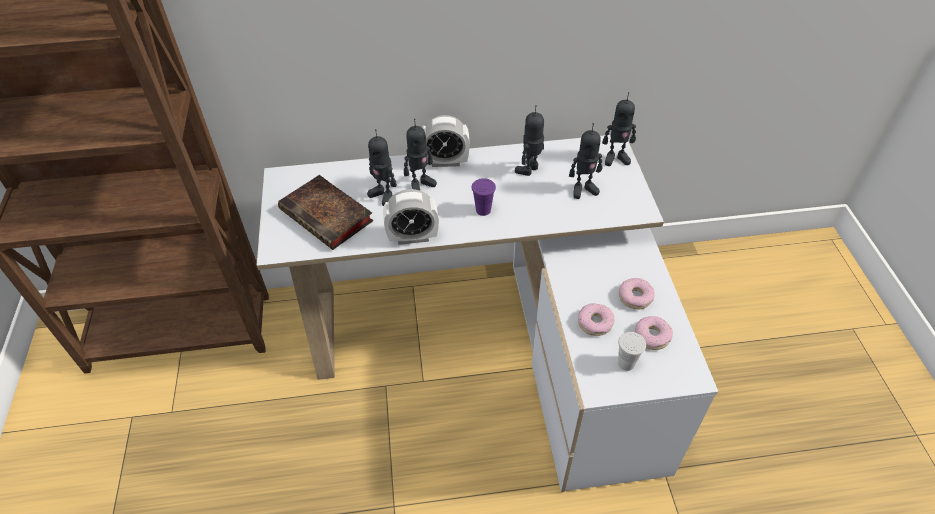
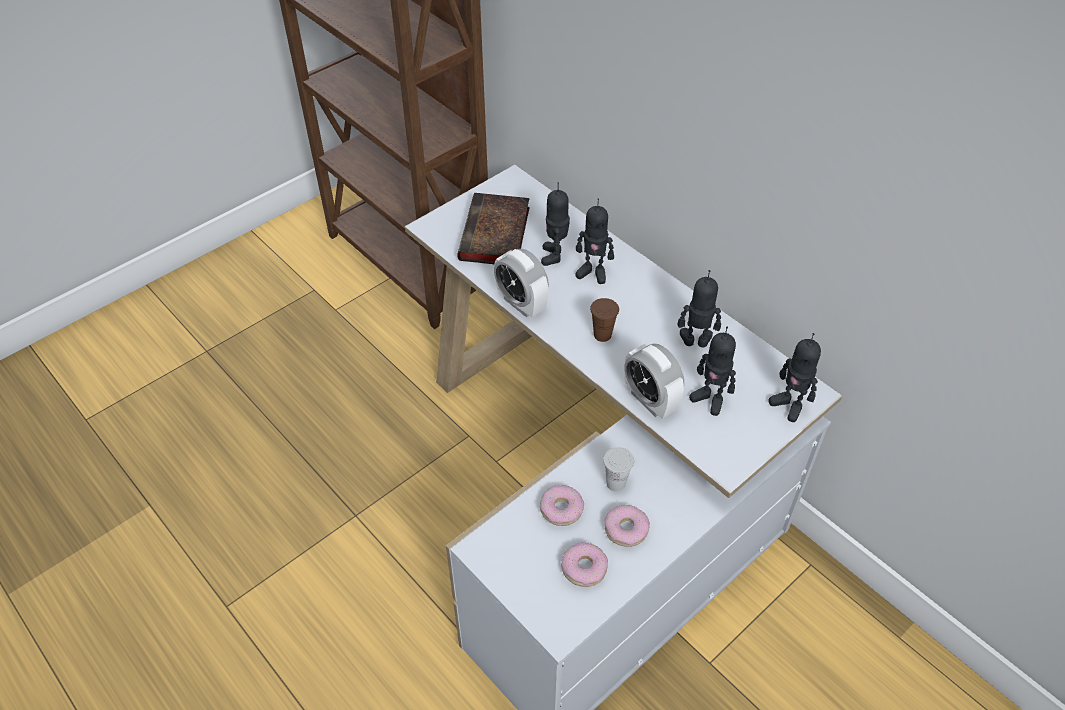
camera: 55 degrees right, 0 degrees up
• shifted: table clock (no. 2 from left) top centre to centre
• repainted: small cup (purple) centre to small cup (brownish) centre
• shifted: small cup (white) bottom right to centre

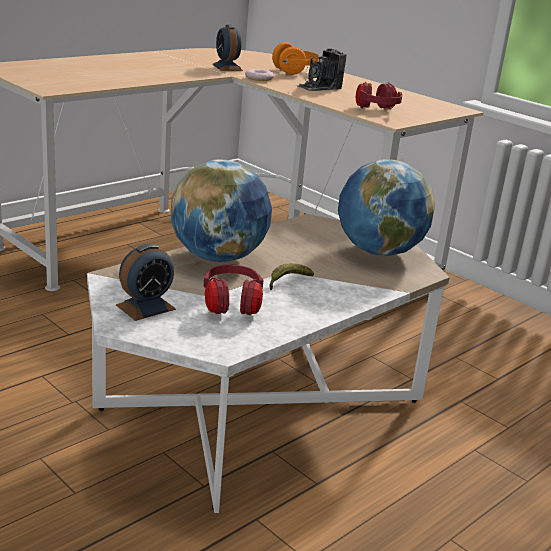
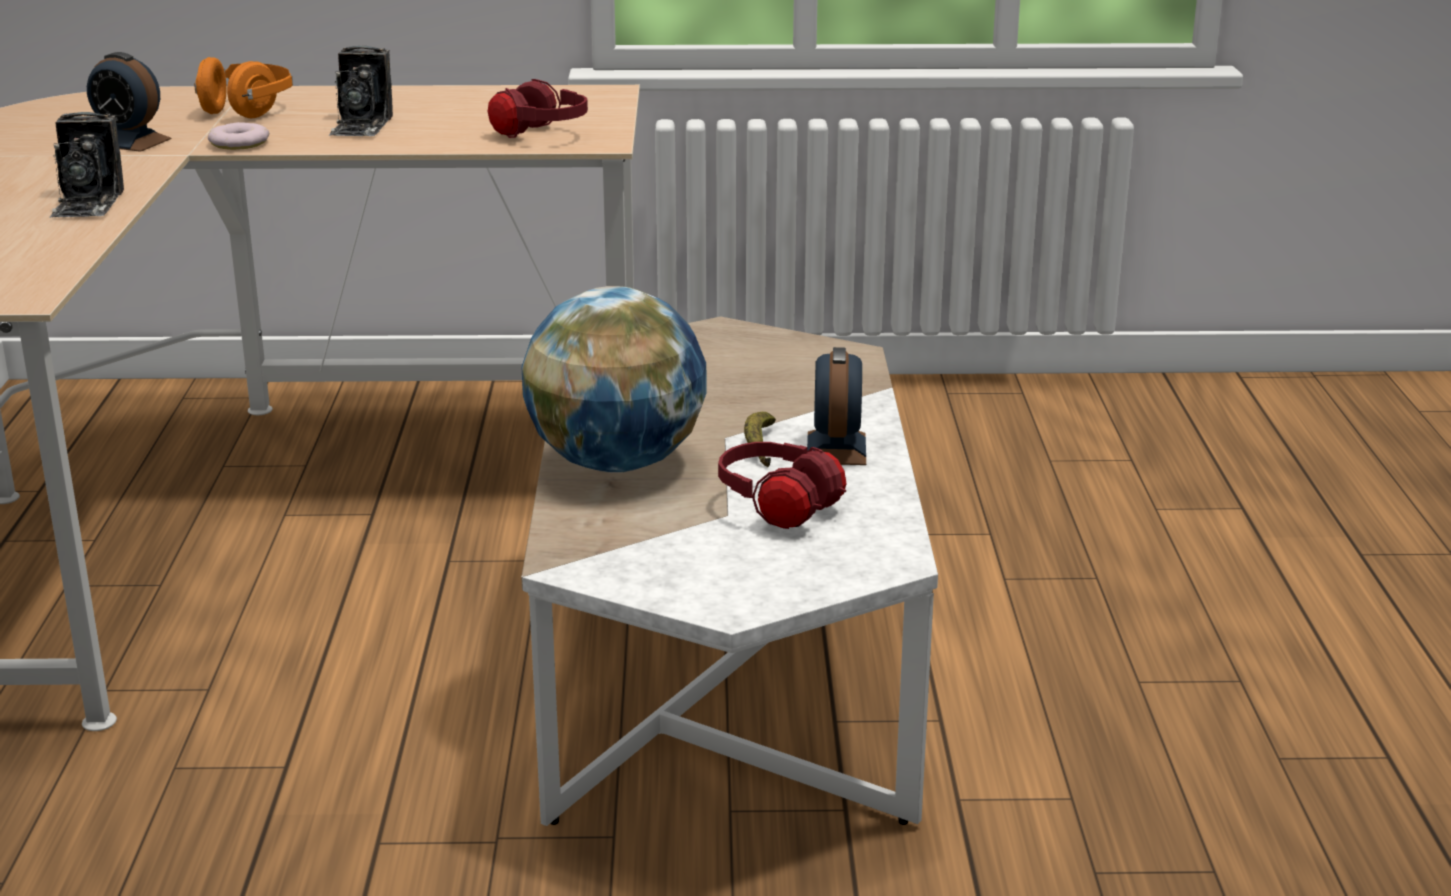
camera: 45 degrees left, 0 degrees up
• gone: globe (no. 2 from left) middle right
• shifted: table clock (no. 1 from left in the first image) middle left to table clock (no. 2 from left) centre
• new: photo camera (no. 1 from left) top left

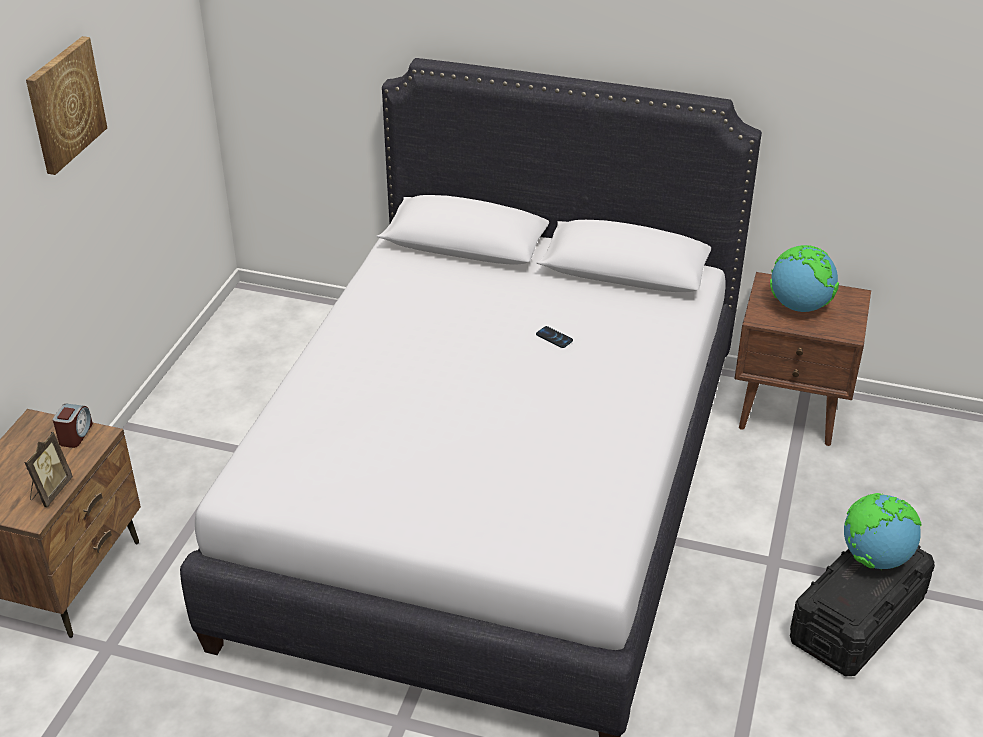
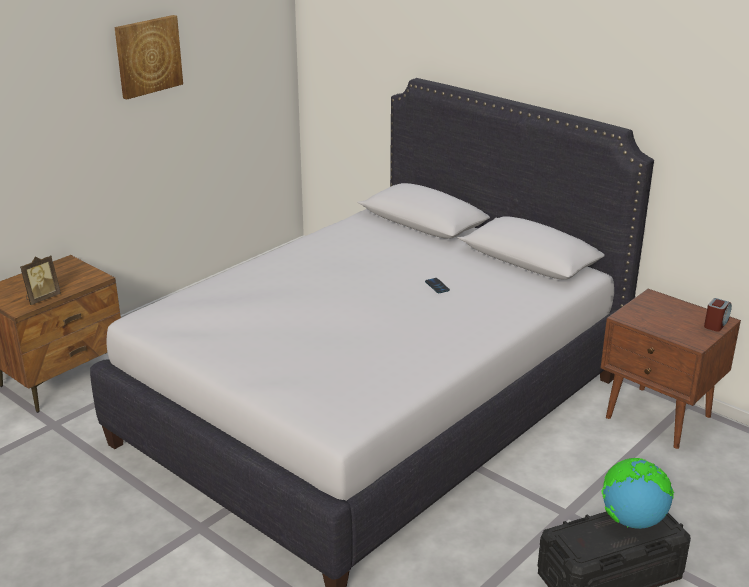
camera: 25 degrees right, 10 degrees down
• gone: globe (no. 1 from left) middle right
• shifted: table clock middle left to middle right

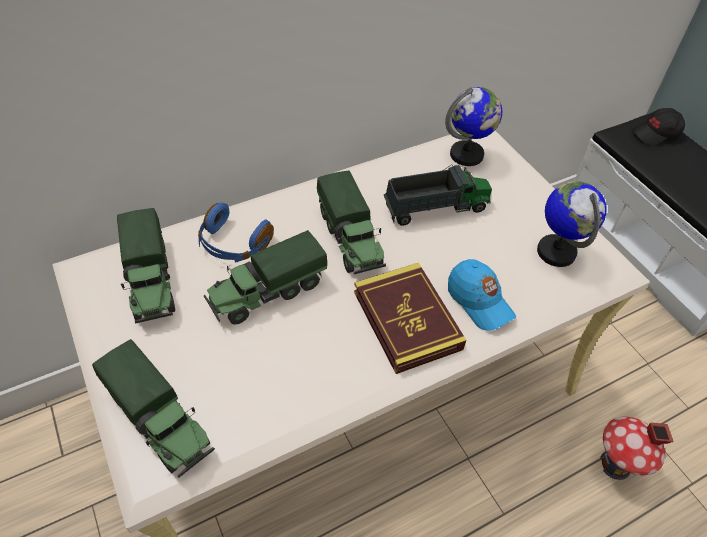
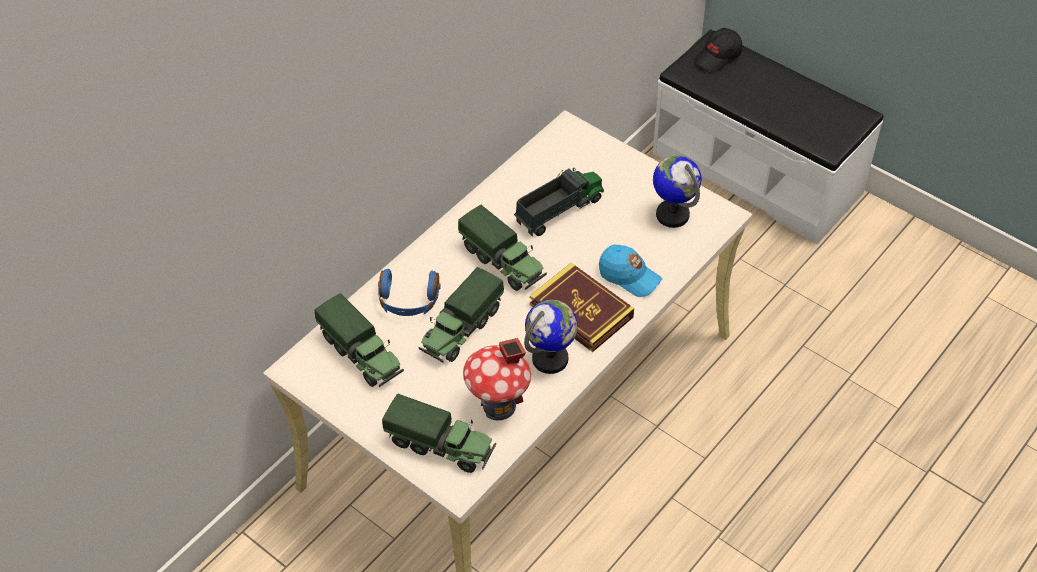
camera: 20 degrees left, 0 degrees up
• shifted: globe (no. 1 from left) top right to centre
• shifted: model house bottom right to centre

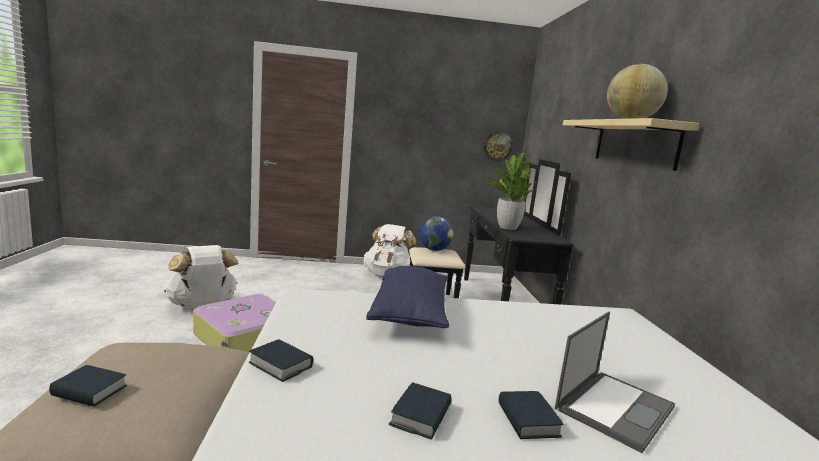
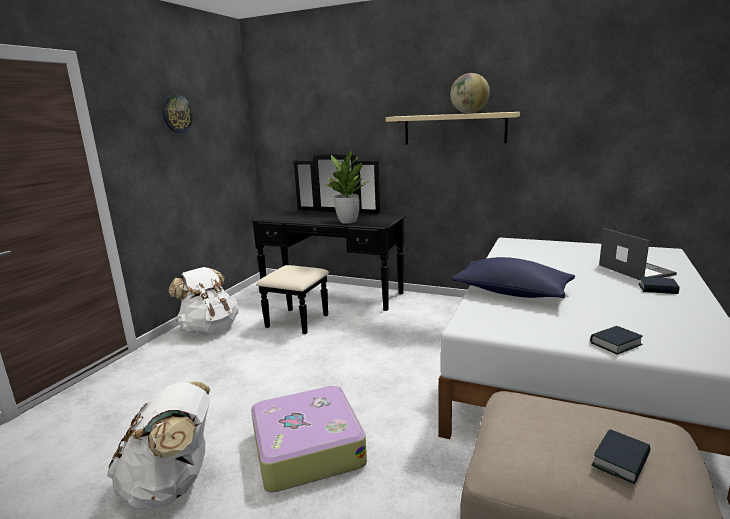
camera: 60 degrees left, 5 degrees up
• shifted: clock on the wall top centre to top left
• gone: globe (no. 1 from left) centre
• gone: bound book (no. 3 from left) bottom centre

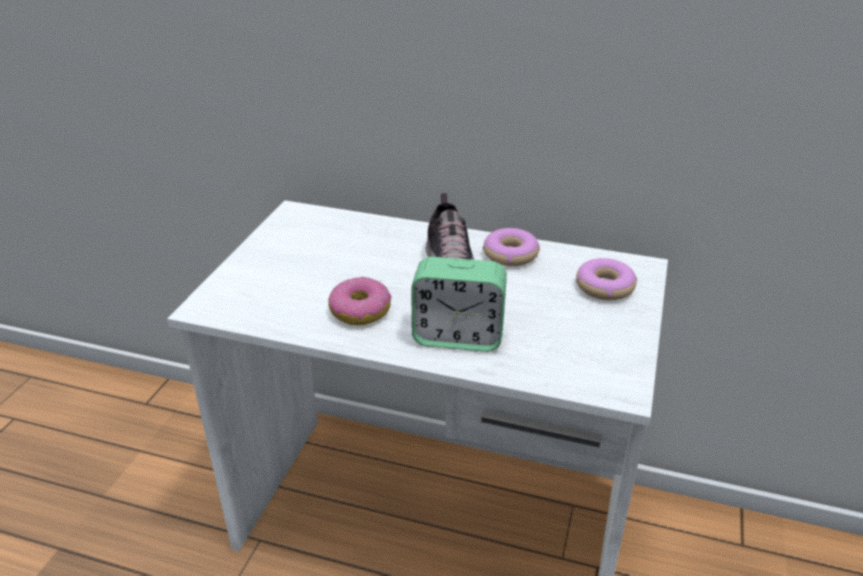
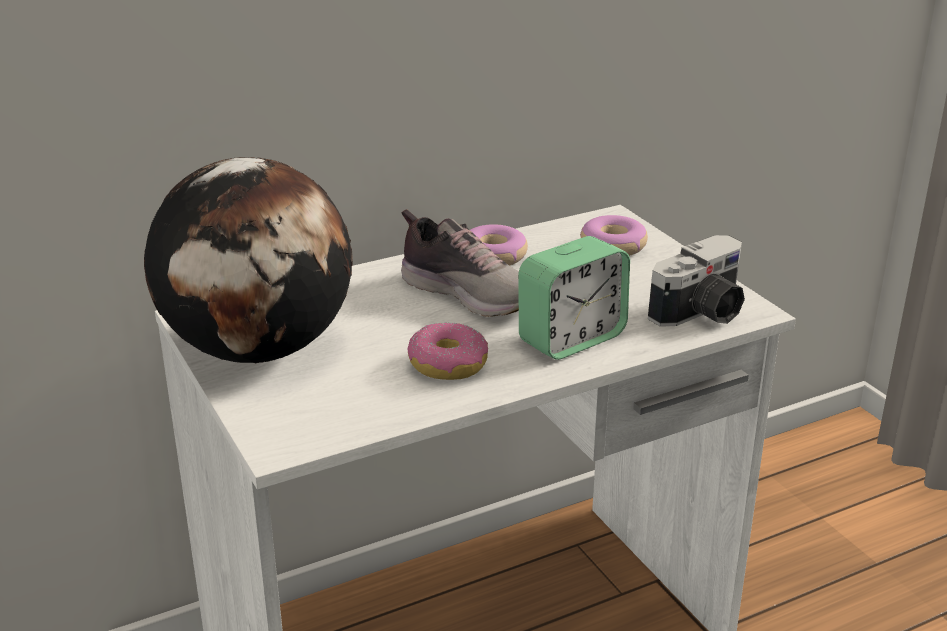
camera: 45 degrees left, 5 degrees down
• new: globe middle left
• new: photo camera middle right

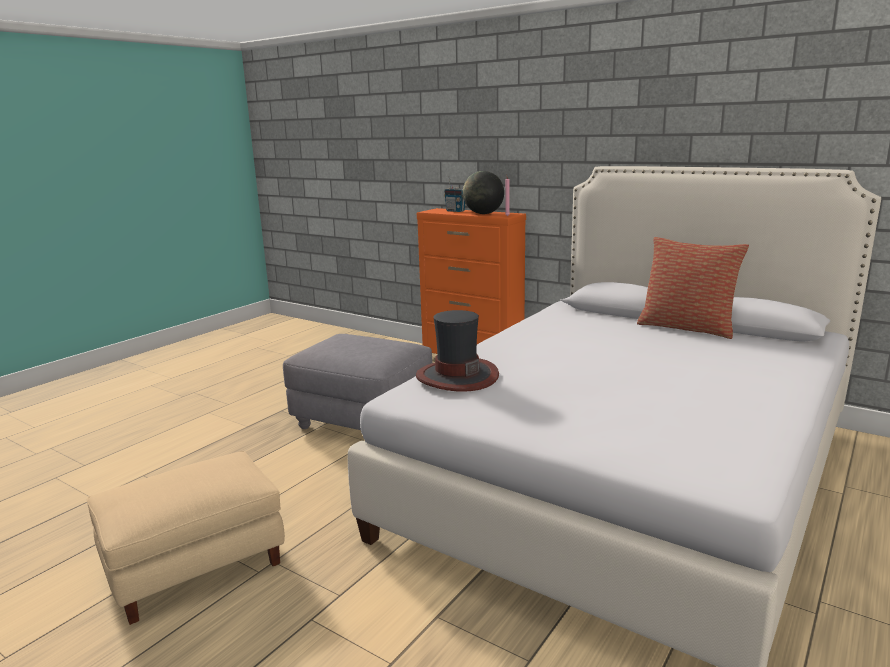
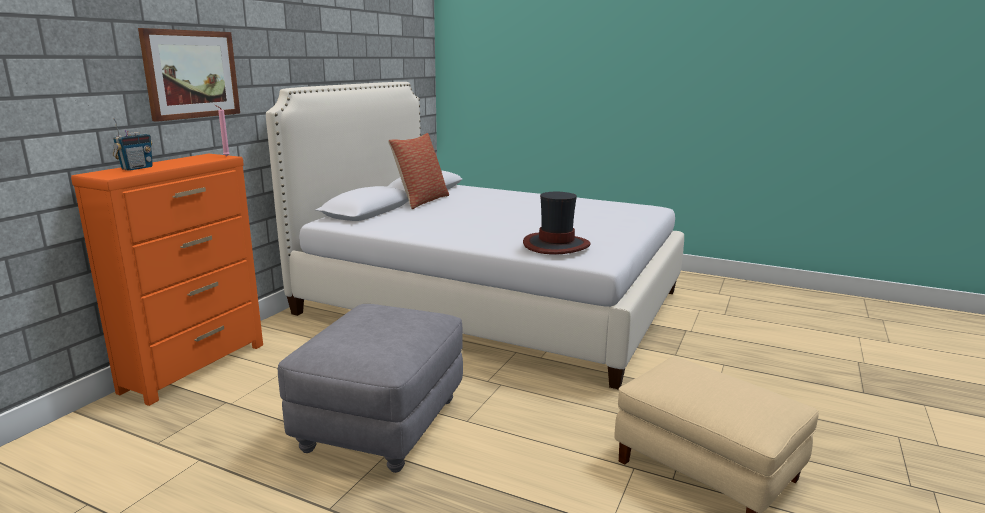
camera: 100 degrees left, 0 degrees up
• gone: globe top centre
• new: wall art top left

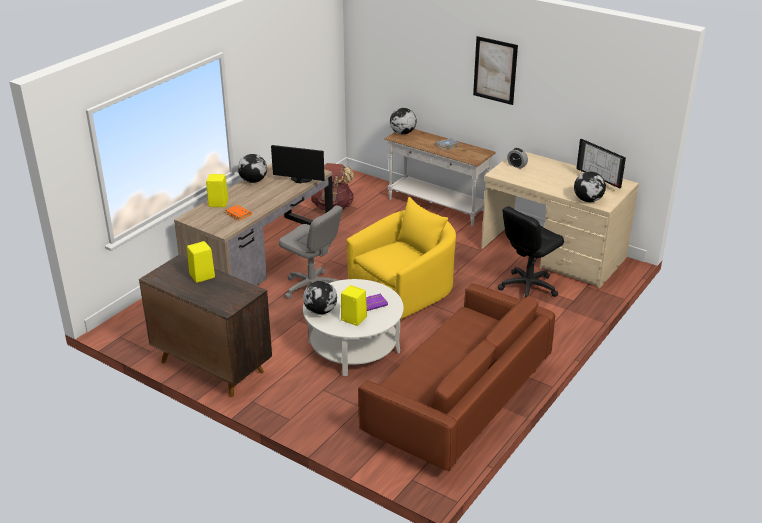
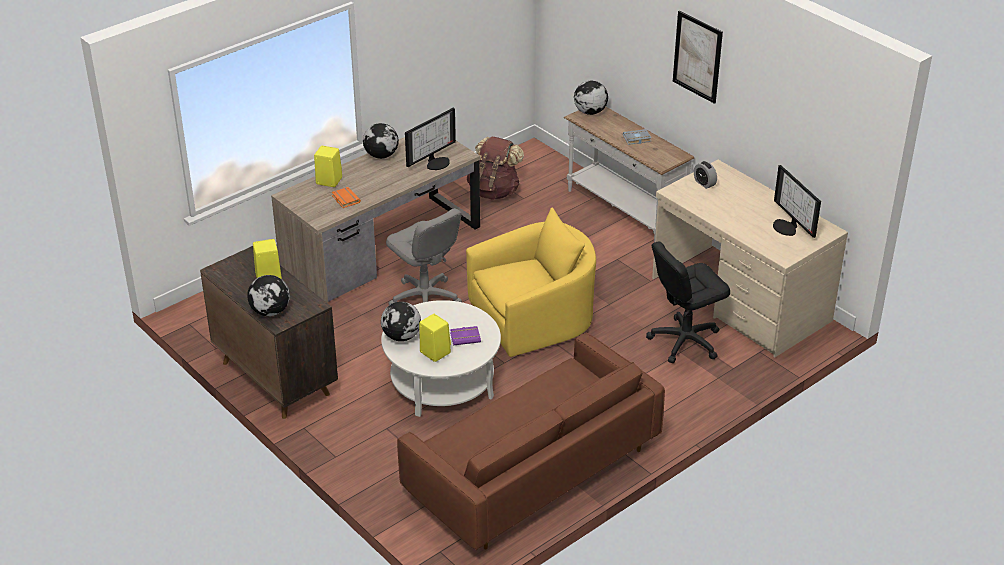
camera: 15 degrees right, 5 degrees up
• rotated: computer screen (no. 1 from left) top centre = top centre 105 degrees clockwise
• shifted: globe (no. 4 from left in the first image) middle right to globe (no. 1 from left) middle left

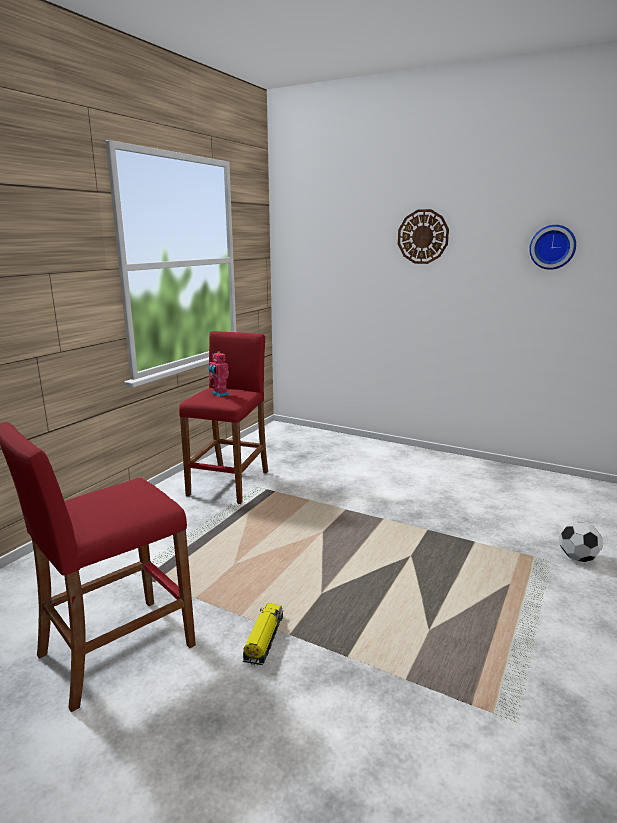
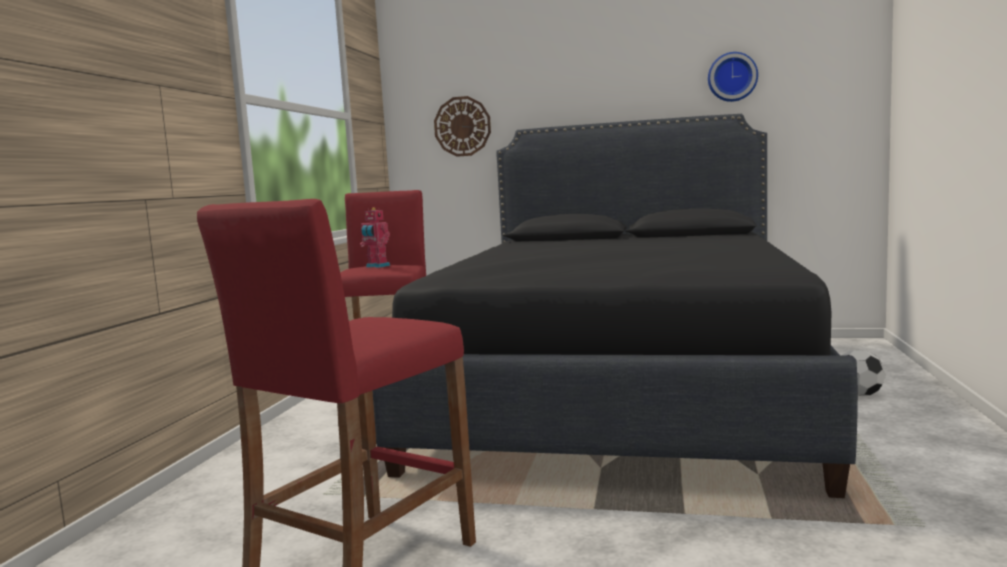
camera: 15 degrees left, 10 degrees down
• shifted: clock on the wall (no. 1 from left) top right to top centre
• gone: model truck bottom centre
• new: bed (black) centre

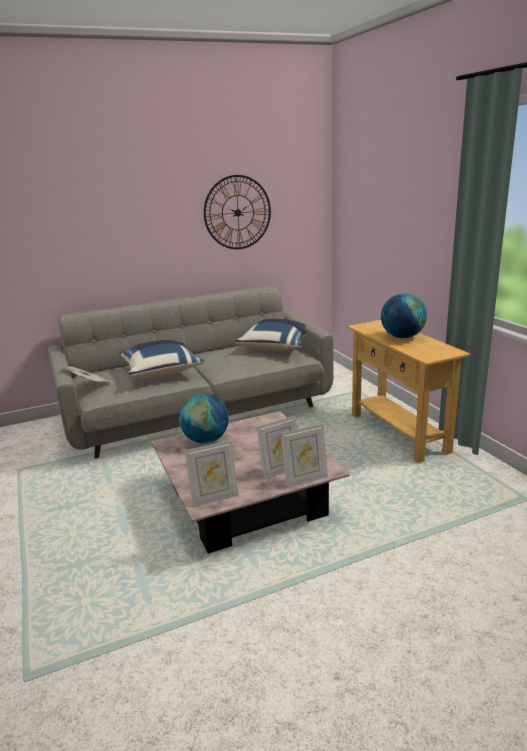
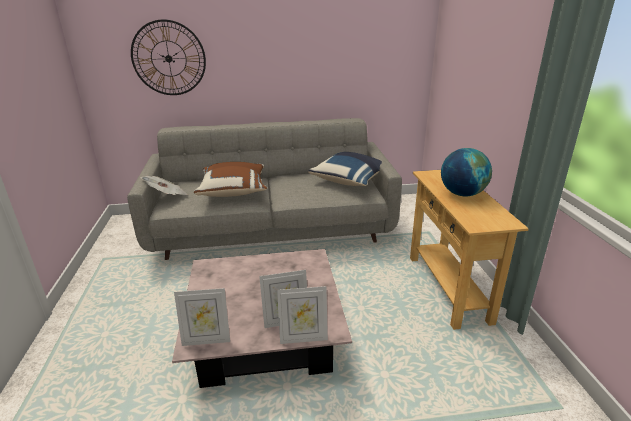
camera: 15 degrees right, 5 degrees up
• shifted: clock on the wall top centre to top left
• repainted: pillow (blue-coloured) (no. 1 from left) middle left to pillow (brownish) centre
• gone: globe (no. 1 from left) centre

